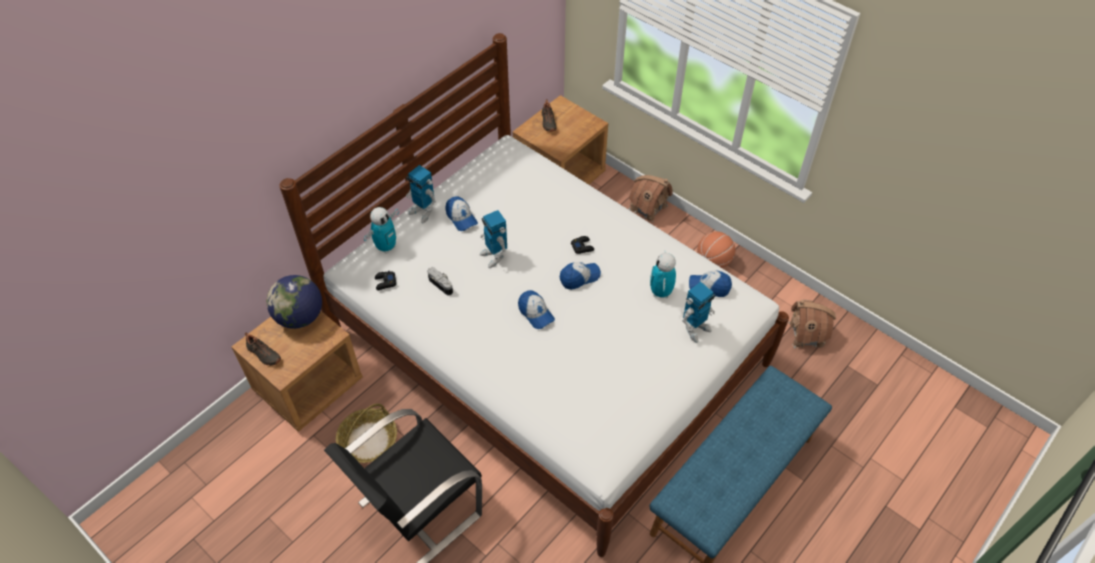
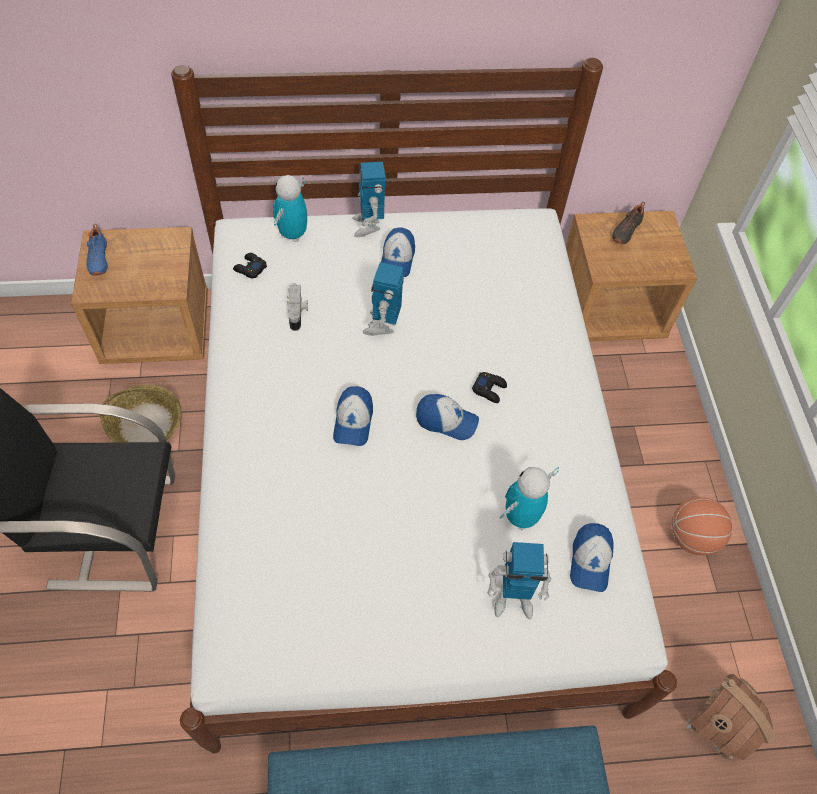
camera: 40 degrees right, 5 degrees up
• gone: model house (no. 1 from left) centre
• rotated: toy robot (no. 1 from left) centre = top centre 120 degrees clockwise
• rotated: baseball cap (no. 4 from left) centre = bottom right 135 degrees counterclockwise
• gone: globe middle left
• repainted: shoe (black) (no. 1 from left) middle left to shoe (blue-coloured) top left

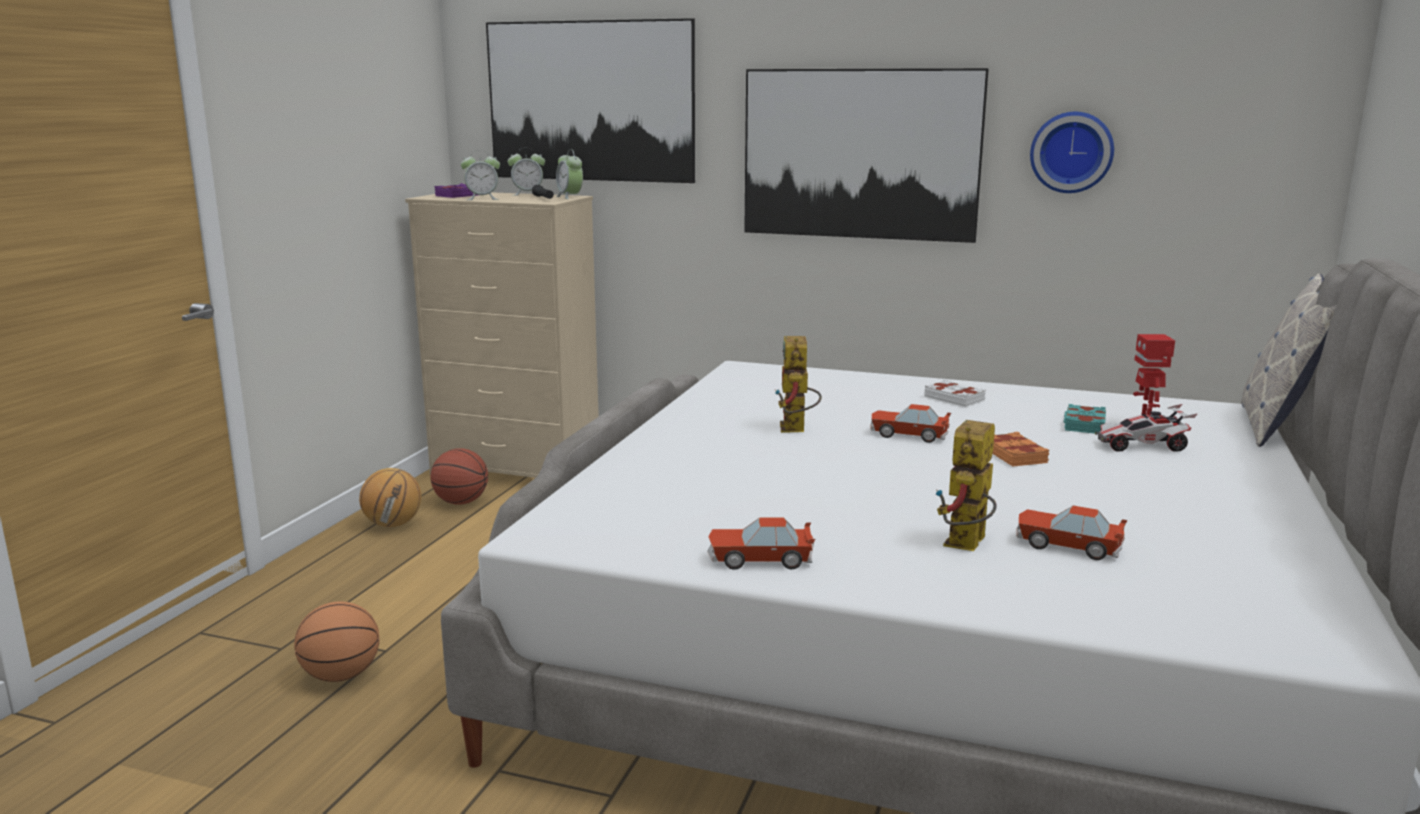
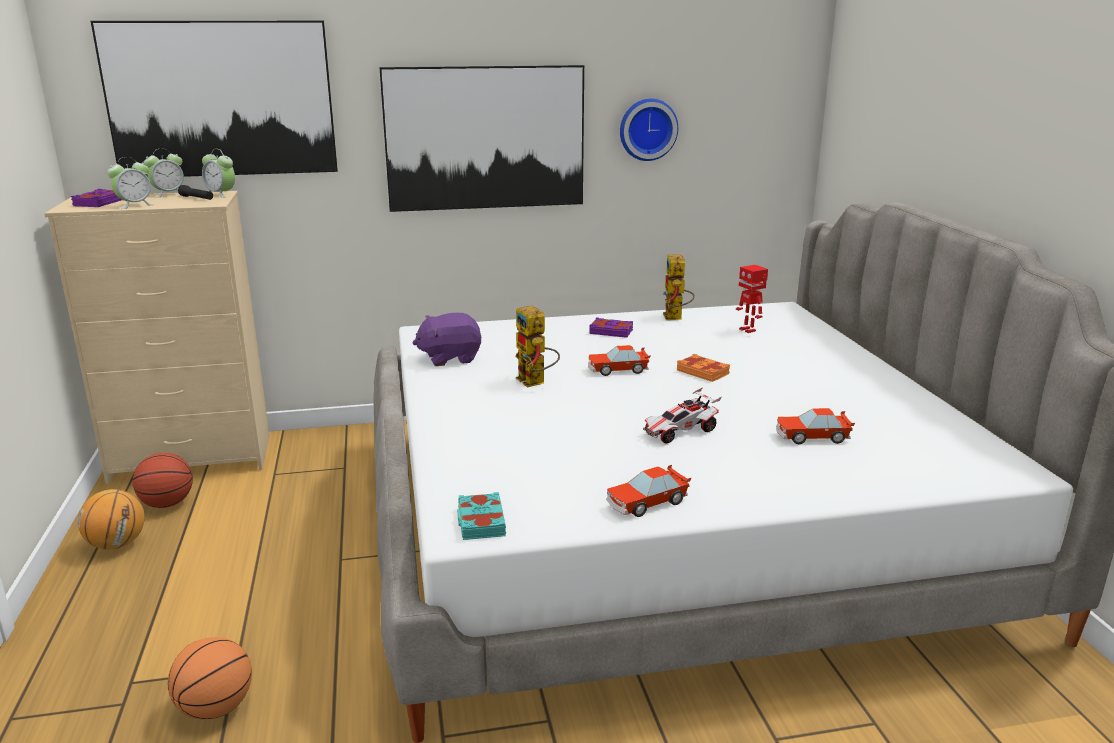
camera: 30 degrees left, 5 degrees up
• gone: pillow middle right
• repainted: bound book (white) middle right to bound book (purple) (no. 2 from left) centre
• shifted: bound book (turquoise) middle right to bottom centre
• shifted: miniature car (no. 4 from left in the first image) middle right to miniature car (no. 3 from left) centre
• shifted: toy robot (no. 2 from left) middle right to centre
• new: soft toy (purple) centre

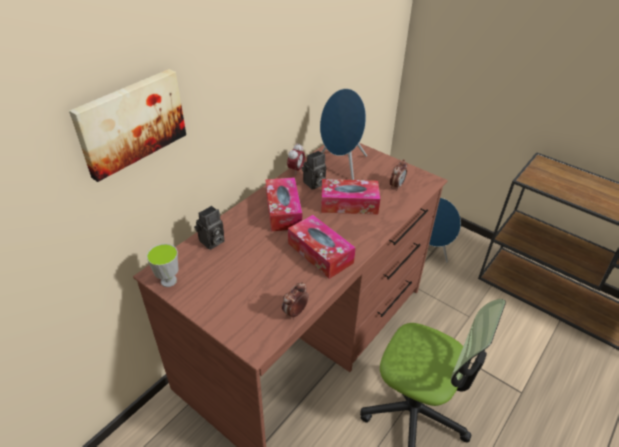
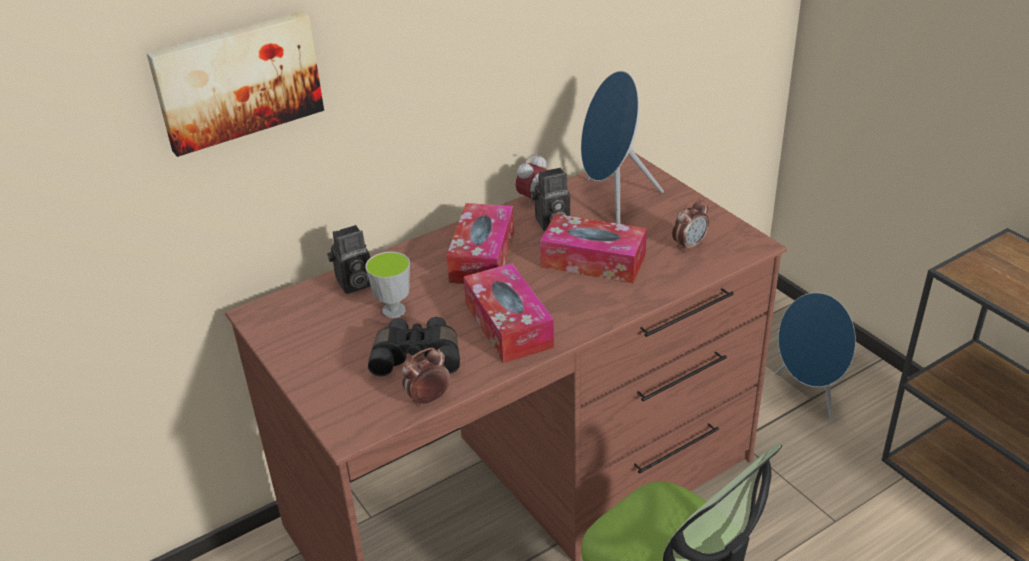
camera: 20 degrees right, 5 degrees down
• shifted: small cup middle left to centre
• new: binoculars (black) centre

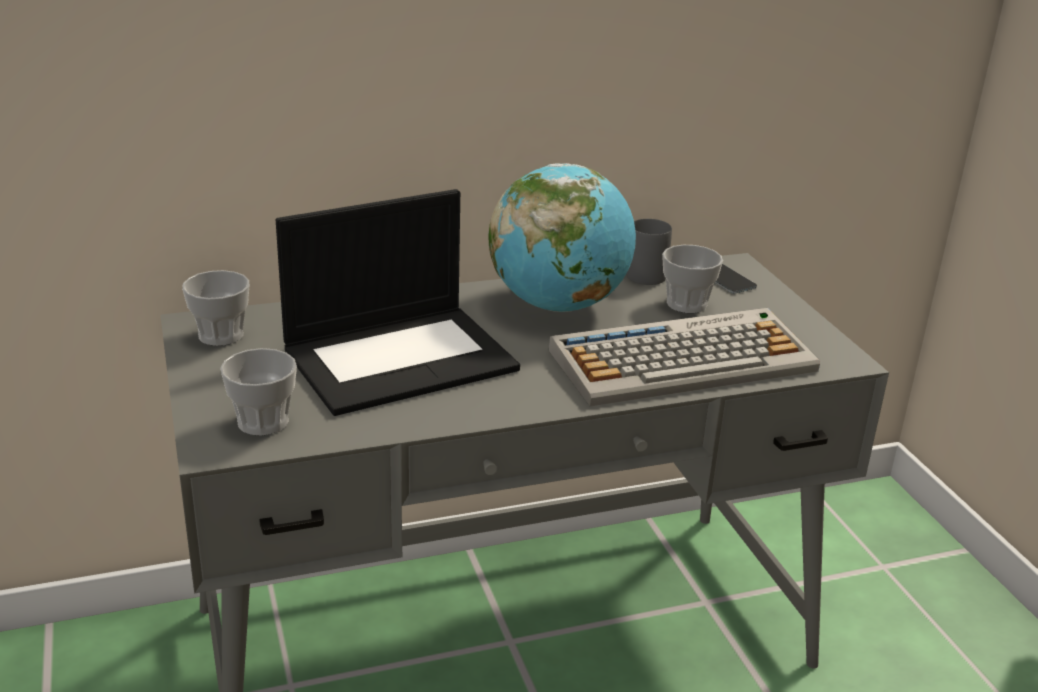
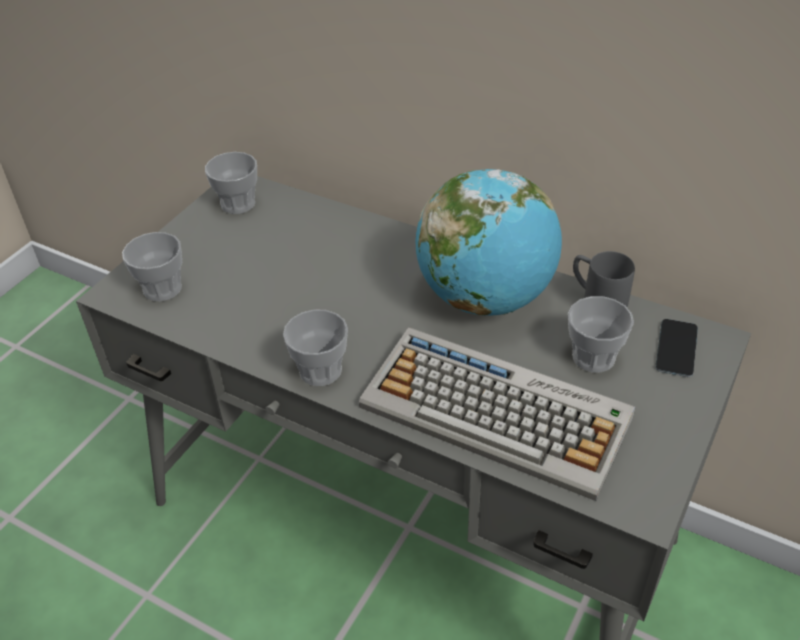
camera: 50 degrees right, 15 degrees up
• gone: notebook computer centre
• new: small cup (no. 3 from left) centre

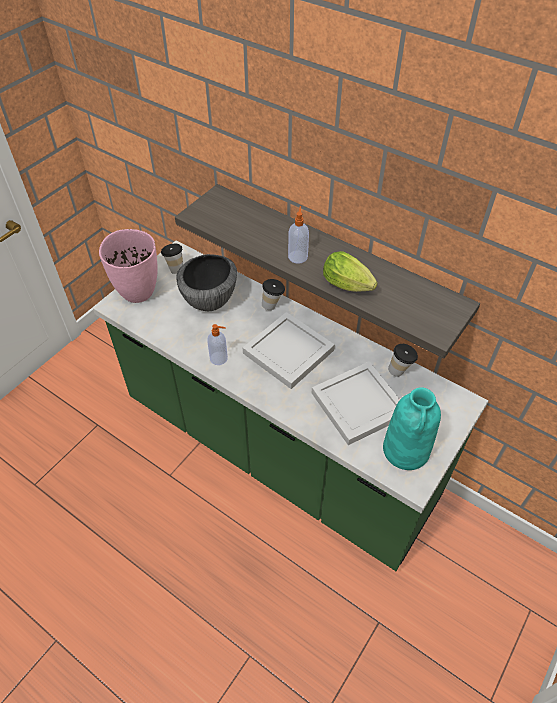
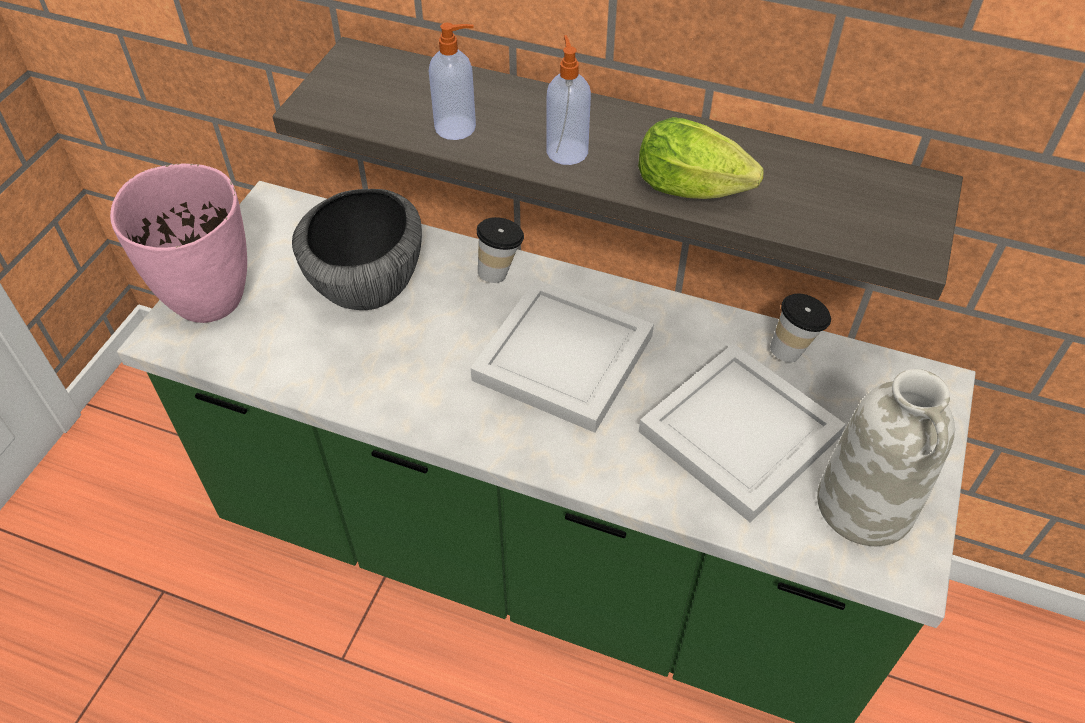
camera: 15 degrees left, 0 degrees up
• gone: small cup (no. 1 from left) middle left
• shifted: soap bottle (no. 1 from left) centre to top centre
• repainted: flower vase (turquoise) middle right to flower vase (white) middle right

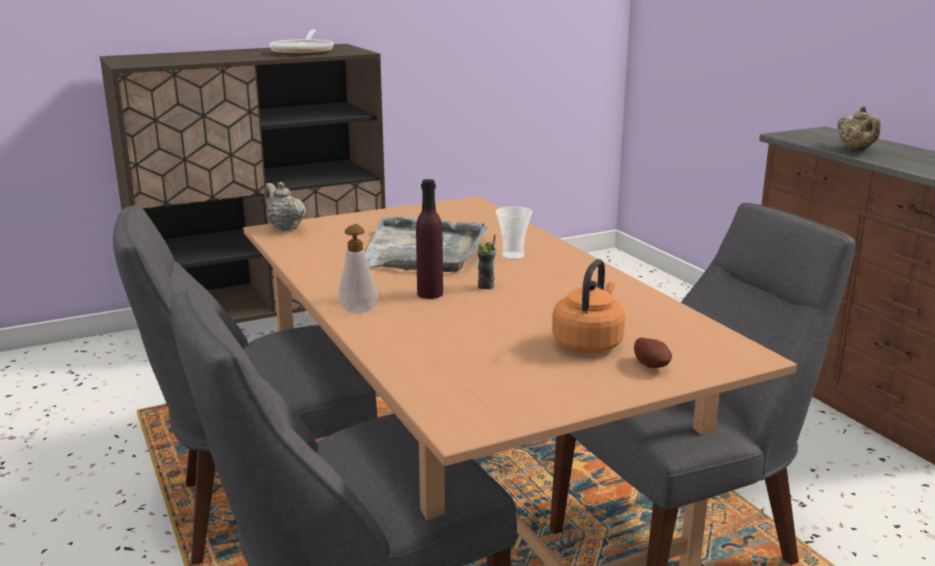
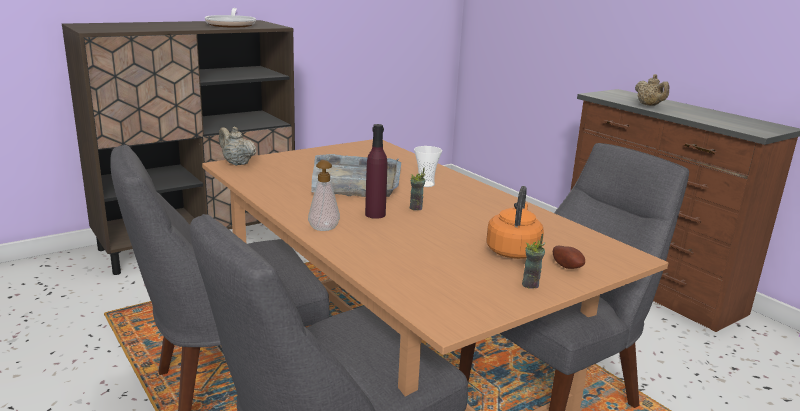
camera: 10 degrees left, 0 degrees up
• new: small cup (no. 3 from left) middle right

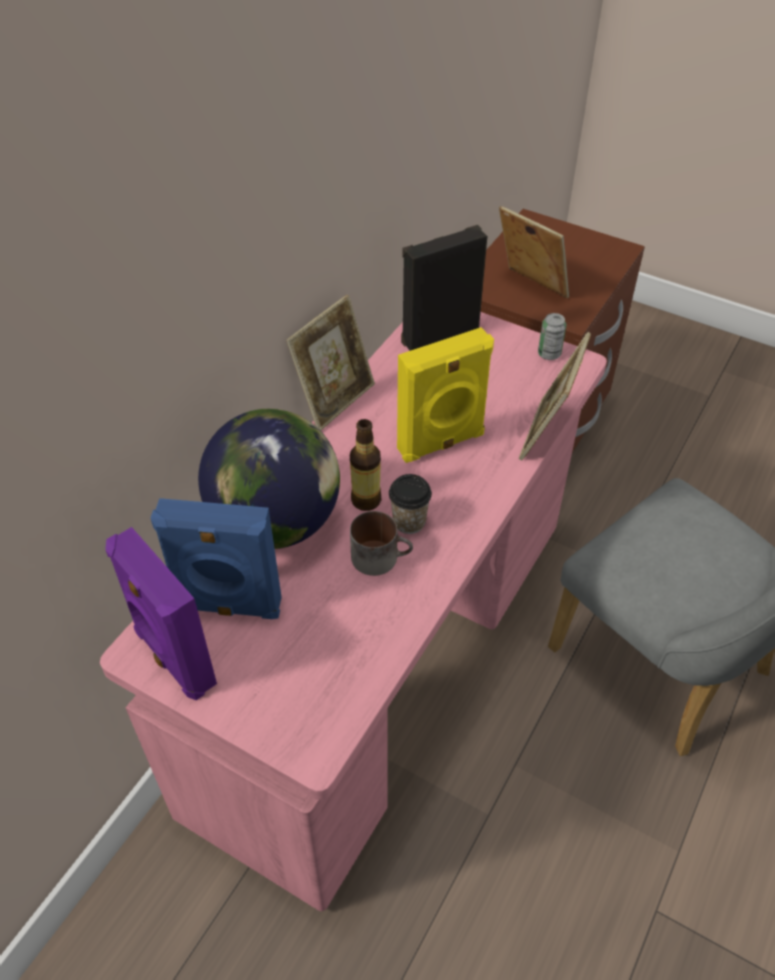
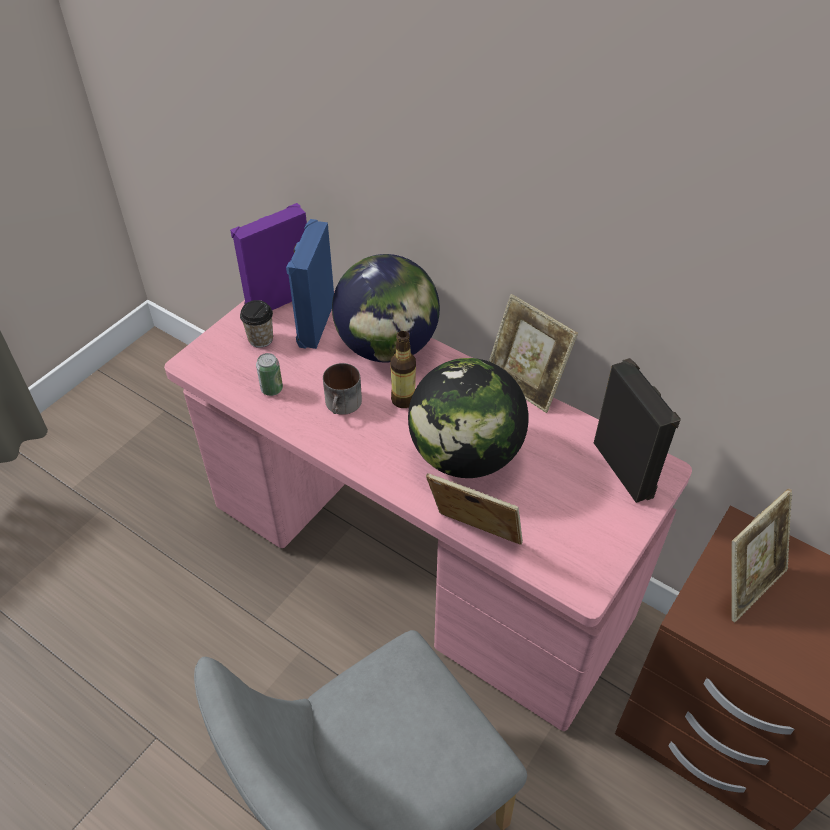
camera: 95 degrees right, 0 degrees up
• shifted: sealed can middle right to middle left
• swapped: audio speaker (yellowish) centre to globe (no. 2 from left) centre
• shifted: small cup centre to middle left

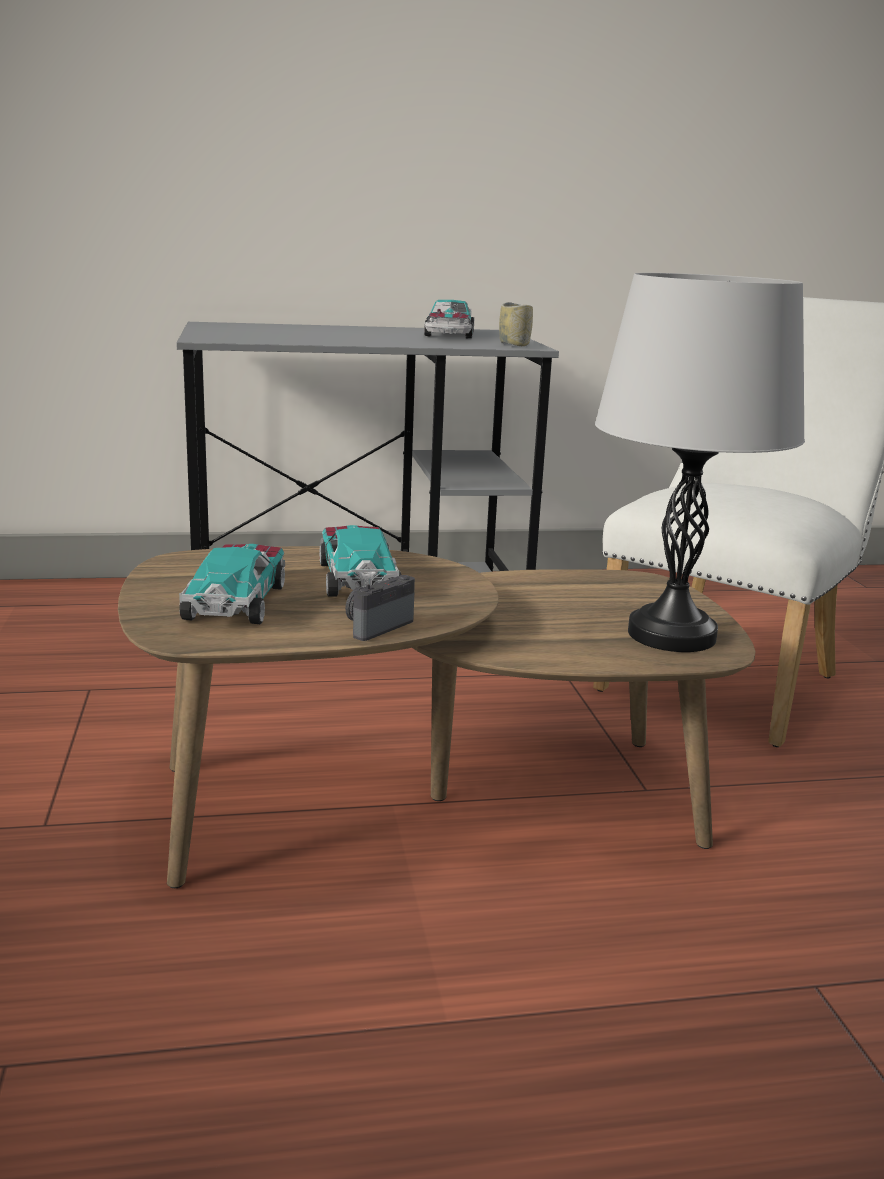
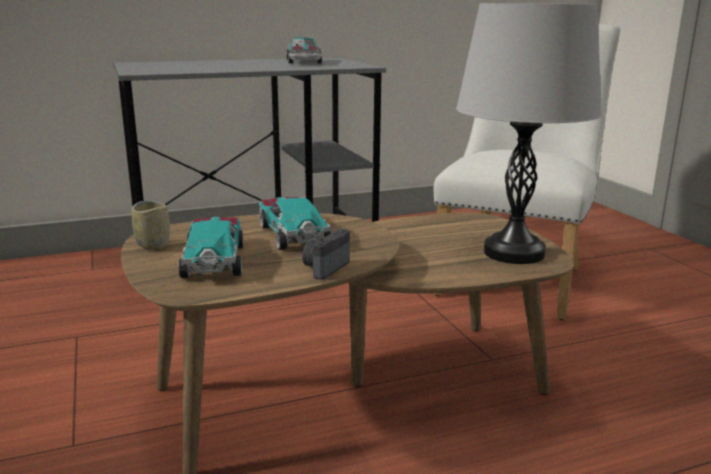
camera: 10 degrees left, 0 degrees up
• shifted: small cup top centre to middle left

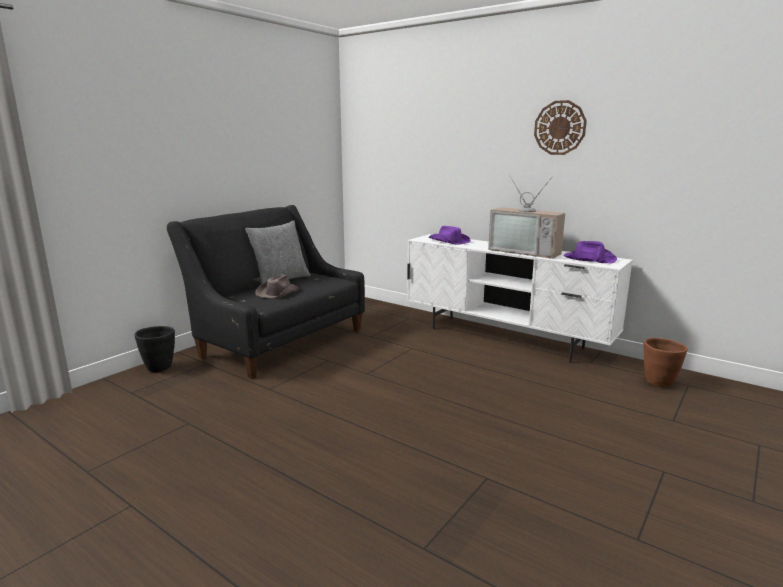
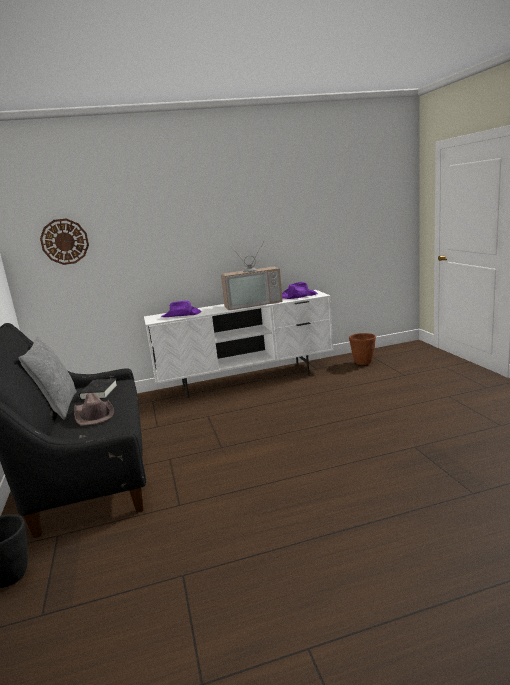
camera: 50 degrees left, 0 degrees up
• shifted: clock on the wall top right to middle left
• new: bound book (black) middle left

